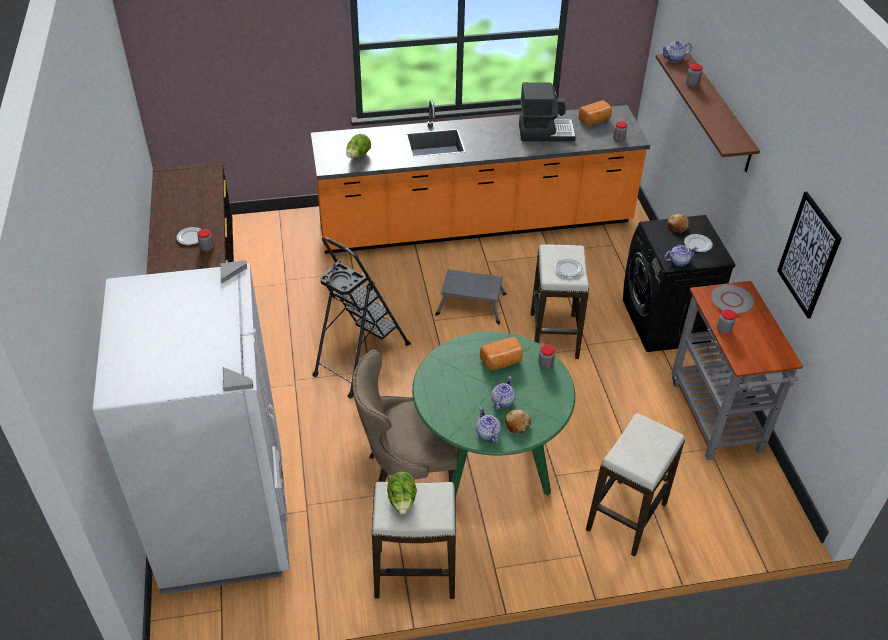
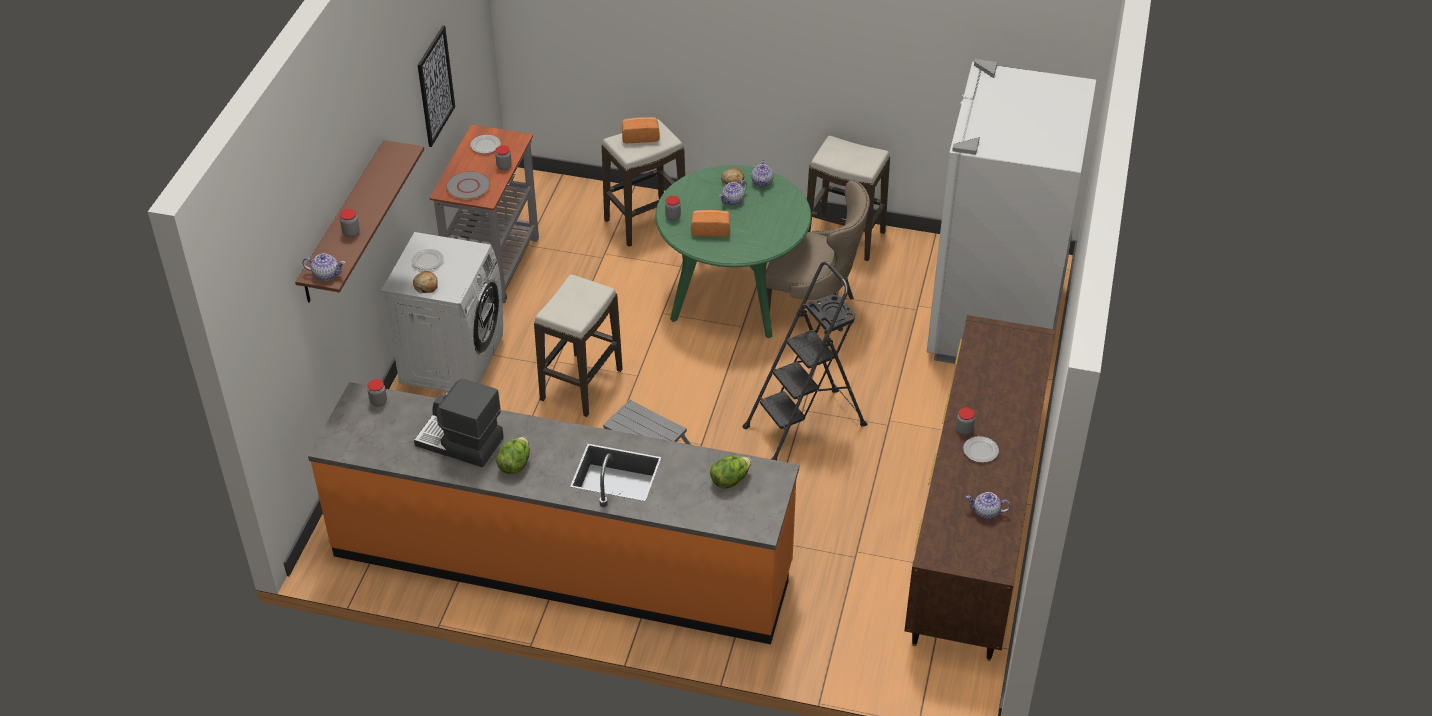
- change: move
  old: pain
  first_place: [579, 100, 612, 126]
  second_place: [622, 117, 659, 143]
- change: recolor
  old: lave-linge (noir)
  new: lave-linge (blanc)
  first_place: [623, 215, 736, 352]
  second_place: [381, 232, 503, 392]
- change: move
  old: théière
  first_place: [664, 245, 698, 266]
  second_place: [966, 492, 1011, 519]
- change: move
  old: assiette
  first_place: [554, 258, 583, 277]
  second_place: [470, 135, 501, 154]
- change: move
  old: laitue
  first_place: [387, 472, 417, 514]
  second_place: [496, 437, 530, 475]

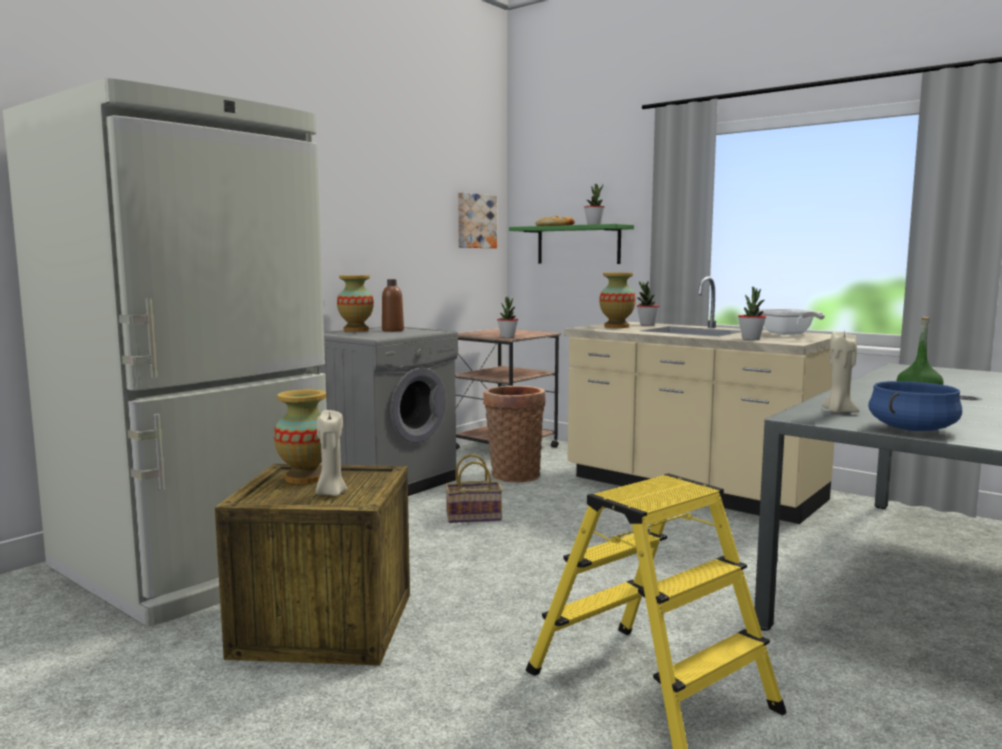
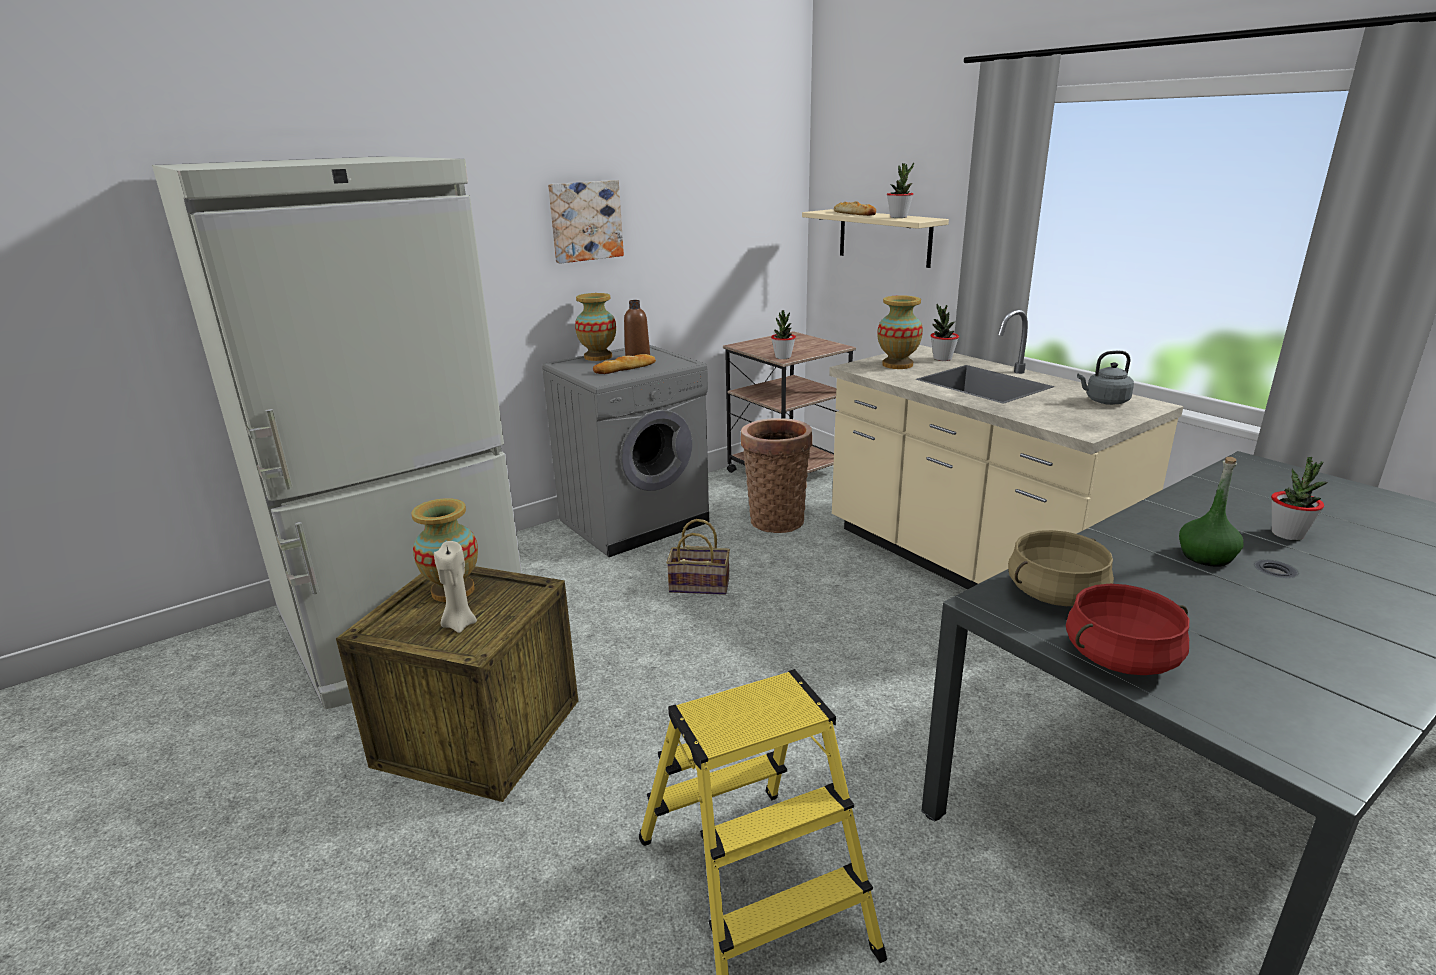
- change: move
  old: tableau
  first_place: [458, 192, 497, 248]
  second_place: [548, 180, 624, 264]
- change: recolor
  old: étagère (vert)
  new: étagère (beige)
  first_place: [509, 224, 634, 264]
  second_place: [802, 209, 949, 268]
- change: move
  old: plante en pot
  first_place: [738, 287, 766, 340]
  second_place: [1271, 457, 1328, 540]
- change: replace
  old: poêle
  new: bouilloire (gris)
  first_place: [759, 309, 825, 335]
  second_place: [1077, 351, 1134, 405]
- change: replace
  old: bougie (beige)
  new: marmite (beige)
  first_place: [821, 332, 859, 413]
  second_place: [1008, 530, 1114, 606]
- change: recolor
  old: marmite (bleu)
  new: marmite (rouge)
  first_place: [868, 381, 962, 431]
  second_place: [1066, 584, 1189, 675]
- change: insert
  new: pain
  second_place: [593, 354, 656, 374]

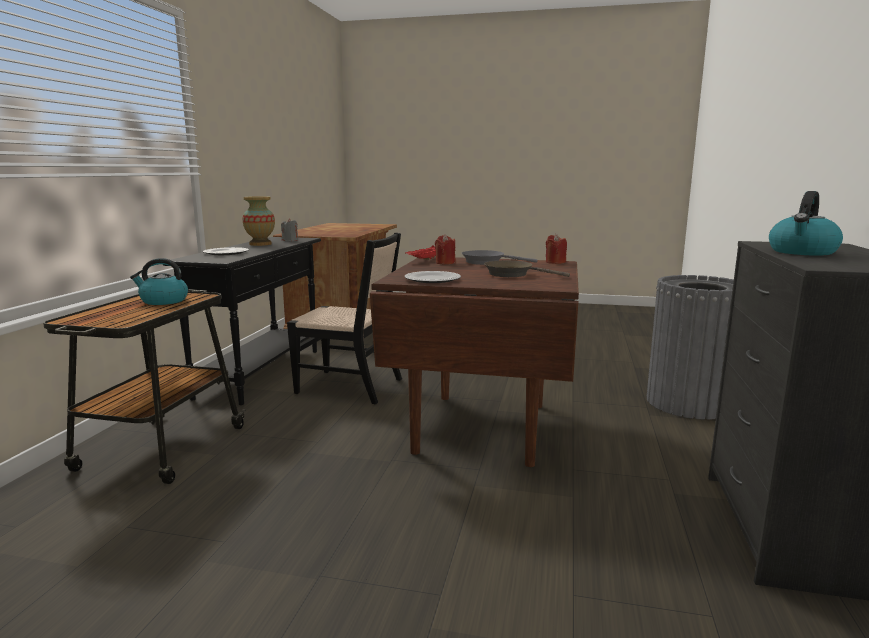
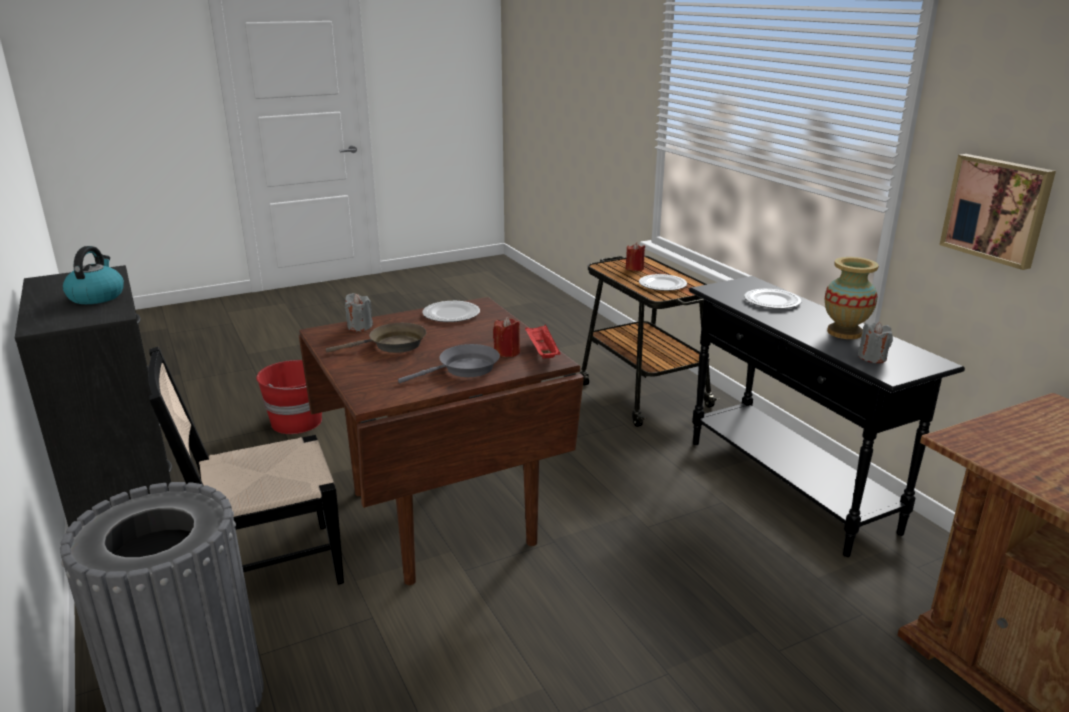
- change: move
  old: chaise
  first_place: [287, 232, 402, 404]
  second_place: [148, 347, 344, 585]
- change: move
  old: bougie (rouge)
  first_place: [546, 234, 567, 264]
  second_place: [626, 242, 645, 271]
- change: replace
  old: bouilloire
  new: assiette
  first_place: [130, 258, 188, 305]
  second_place: [639, 274, 687, 291]
- change: insert
  new: tableau
  second_place: [939, 154, 1056, 270]
- change: insert
  new: bougie (gris)
  second_place: [345, 293, 373, 332]
- change: insert
  new: seau (rouge)
  second_place: [256, 360, 322, 434]

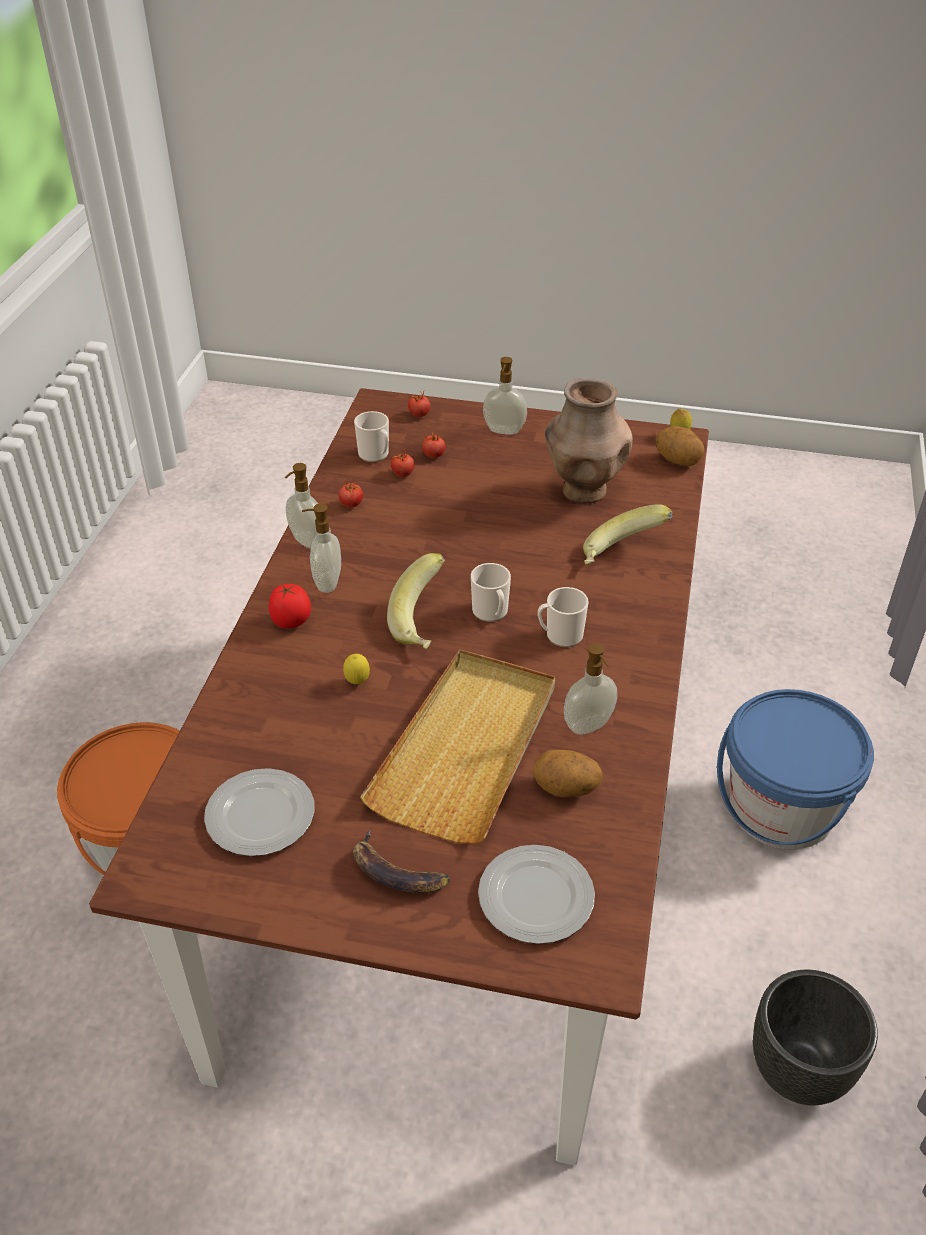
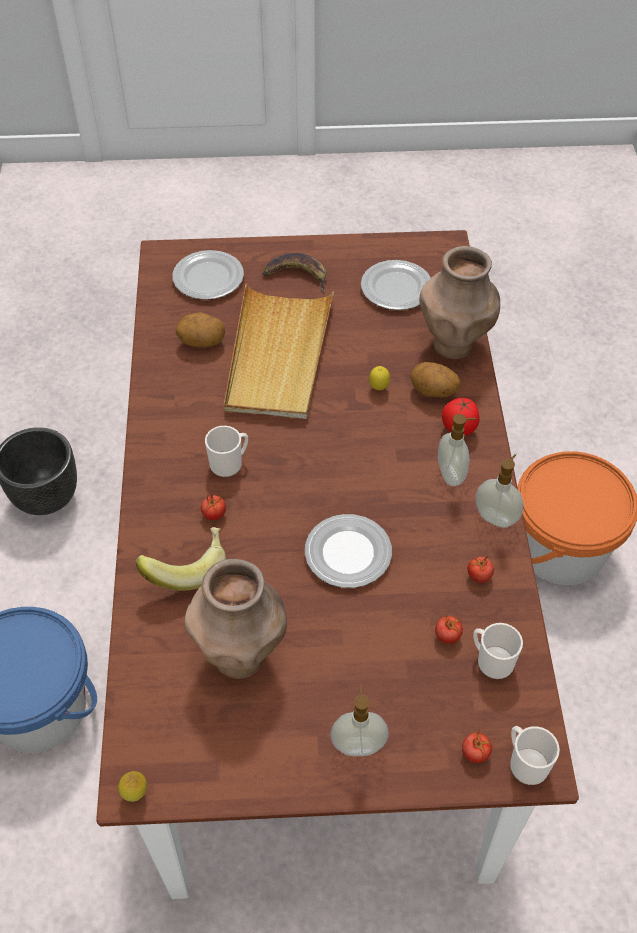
- change: move
  old: pomme de terre
  first_place: [655, 426, 704, 466]
  second_place: [410, 362, 461, 397]
- change: move
  old: tomate
  first_place: [422, 431, 445, 458]
  second_place: [201, 494, 226, 520]
- change: delete
  old: banane
  first_place: [387, 553, 445, 649]
- change: move
  old: mug
  first_place: [471, 563, 511, 622]
  second_place: [510, 726, 560, 785]
- change: delete
  old: distributeur de savon
  first_place: [564, 643, 617, 735]
- change: insert
  new: vase (marron)
  second_place: [419, 246, 500, 359]
- change: insert
  new: assiette
  second_place: [305, 514, 392, 588]

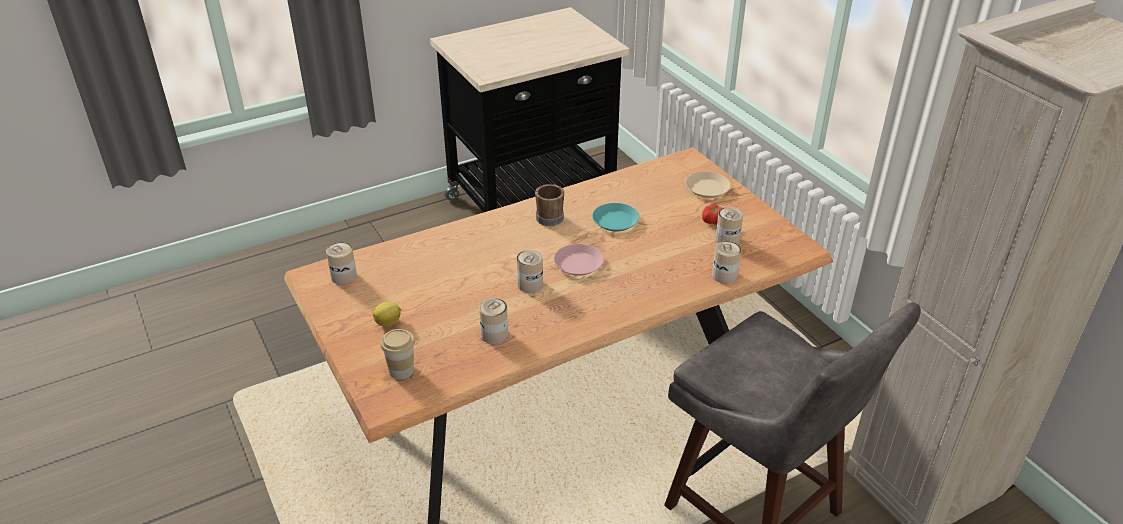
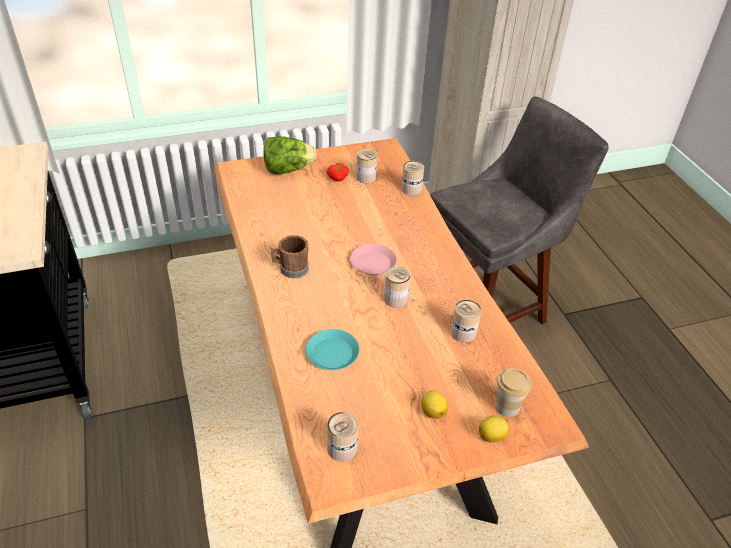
- change: replace
  old: assiette (beige)
  new: laitue
  first_place: [685, 172, 731, 198]
  second_place: [264, 136, 317, 175]
- change: move
  old: assiette (turquoise)
  first_place: [592, 203, 639, 231]
  second_place: [306, 329, 360, 370]
- change: insert
  new: citron
  second_place: [479, 416, 509, 443]

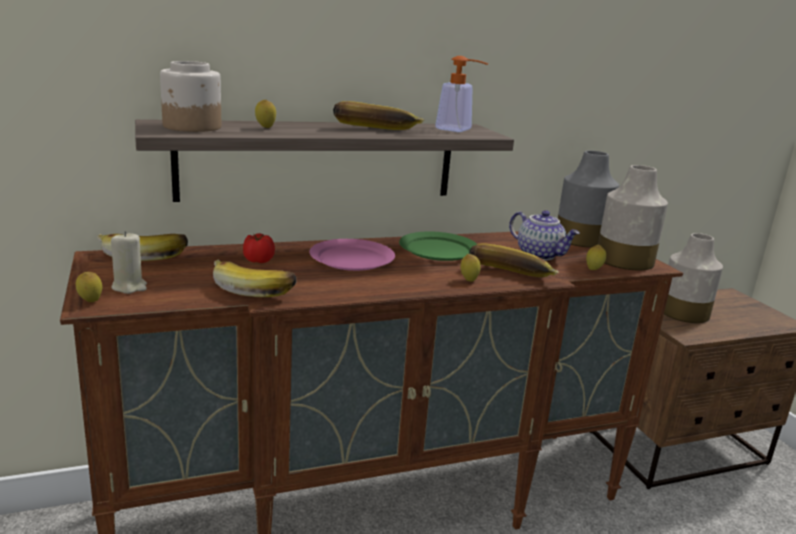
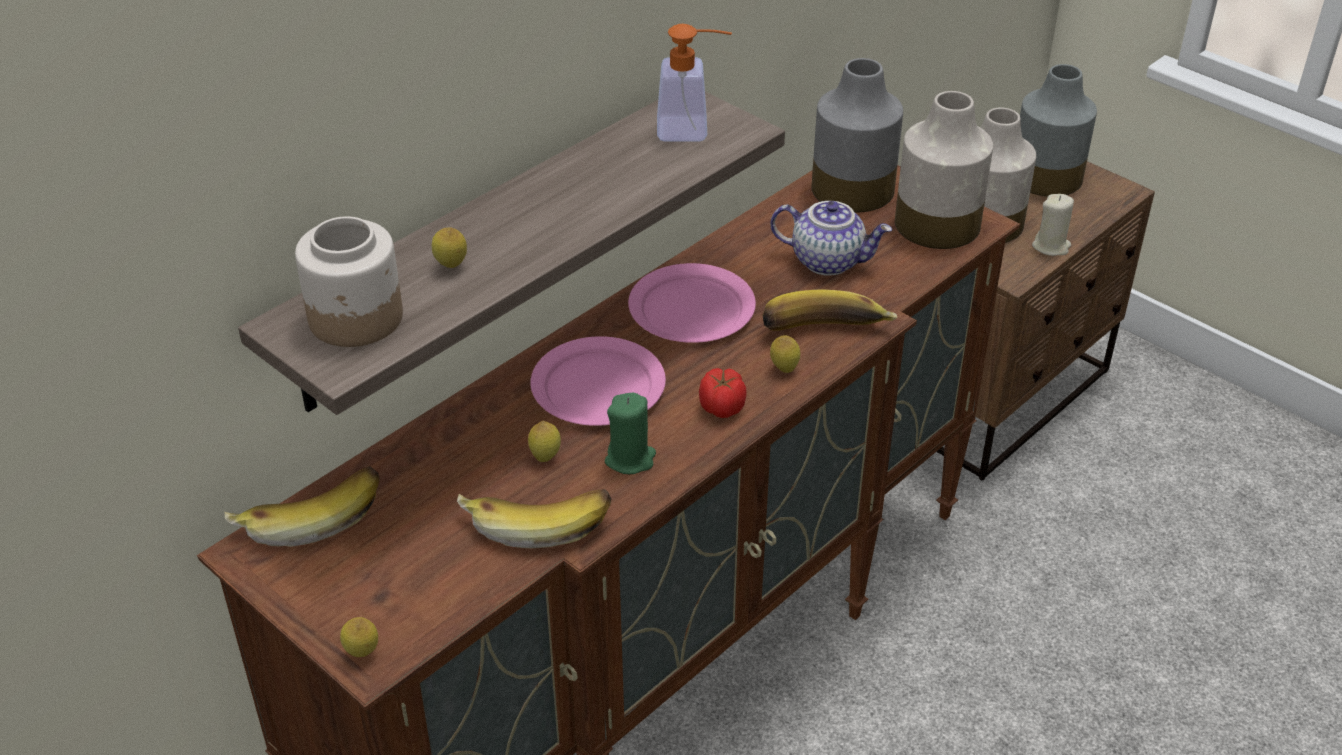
- change: delete
  old: banane
  first_place: [333, 101, 424, 130]
- change: move
  old: bougie (beige)
  first_place: [111, 231, 147, 294]
  second_place: [1032, 194, 1074, 256]
- change: recolor
  old: assiette (vert)
  new: assiette (rose)
  first_place: [399, 231, 477, 261]
  second_place: [628, 263, 756, 343]
- change: move
  old: tomate
  first_place: [243, 233, 275, 263]
  second_place: [699, 368, 747, 418]
- change: move
  old: citron
  first_place: [586, 244, 606, 270]
  second_place: [528, 421, 561, 462]
- change: insert
  new: vase (gris)
  second_place: [1020, 64, 1097, 197]
- change: insert
  new: bougie (vert)
  second_place: [605, 393, 656, 474]

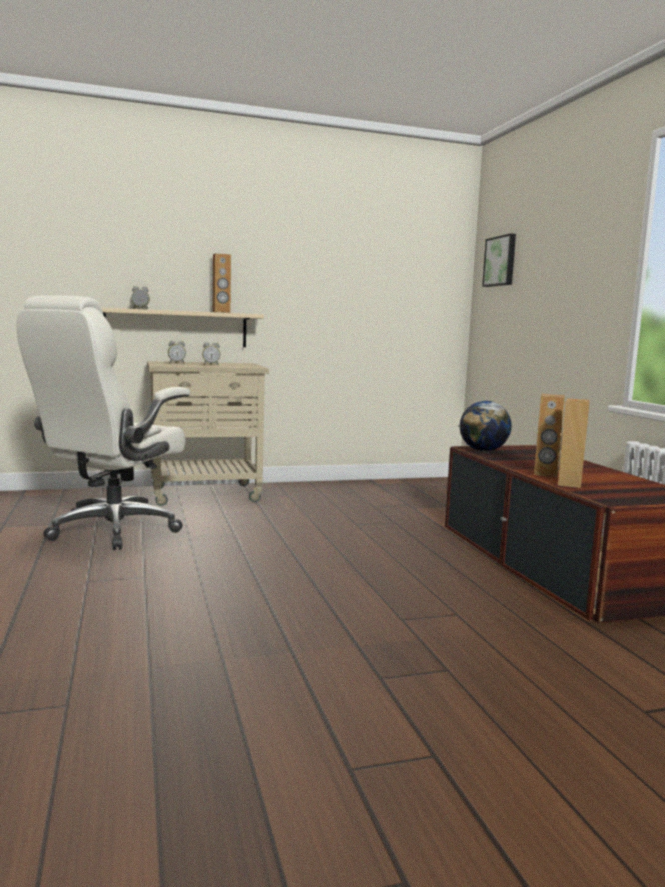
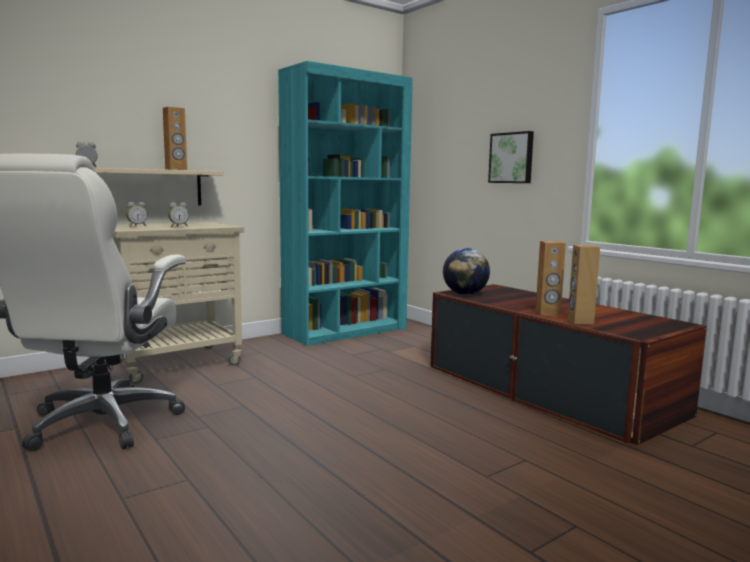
- change: move
  old: tableau
  first_place: [482, 233, 516, 287]
  second_place: [488, 131, 534, 183]
- change: insert
  new: bibliothèque (turquoise)
  second_place: [278, 61, 413, 346]

